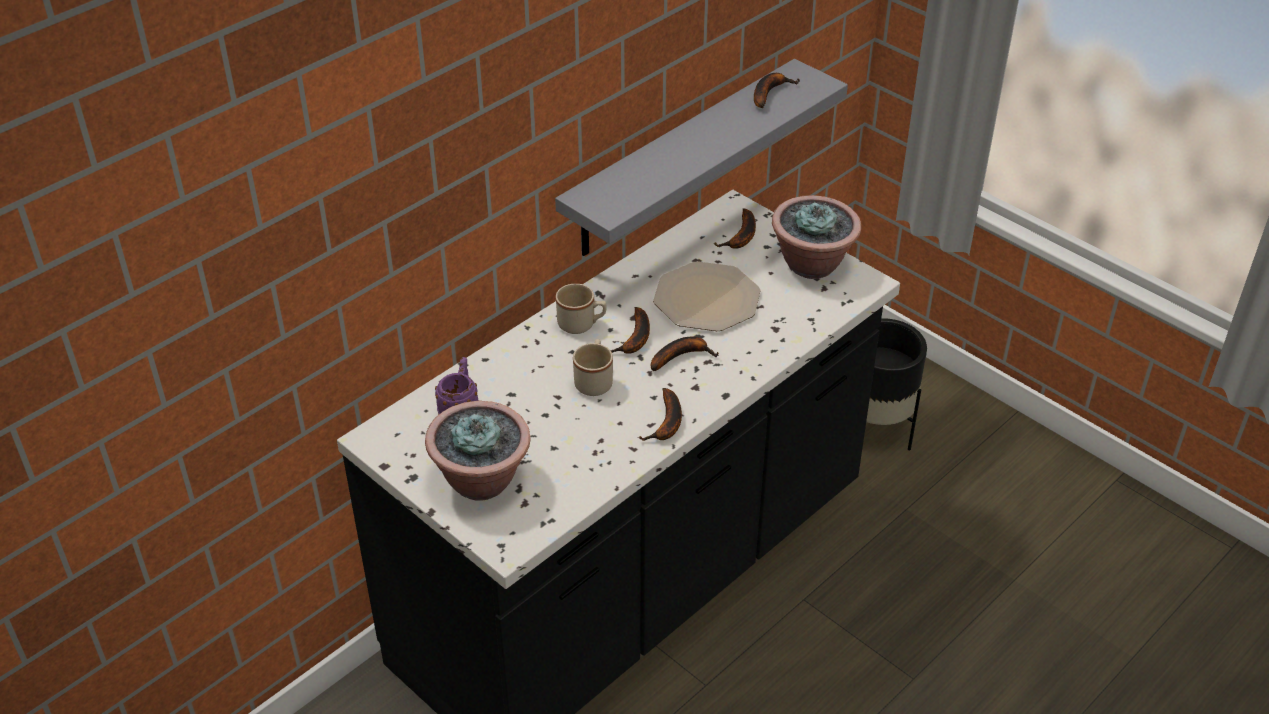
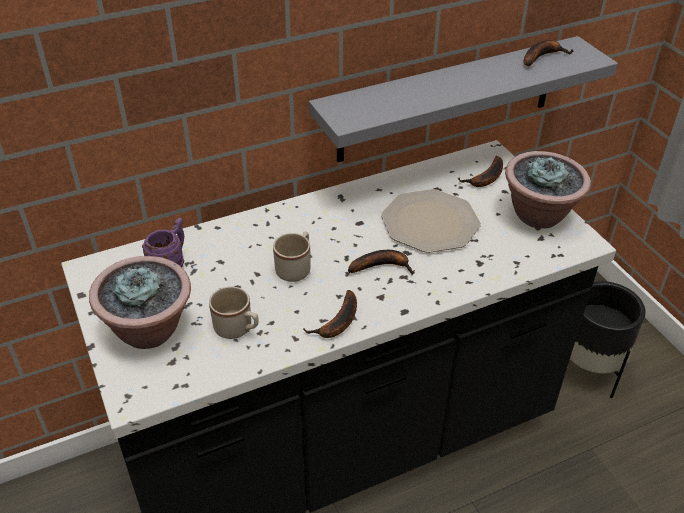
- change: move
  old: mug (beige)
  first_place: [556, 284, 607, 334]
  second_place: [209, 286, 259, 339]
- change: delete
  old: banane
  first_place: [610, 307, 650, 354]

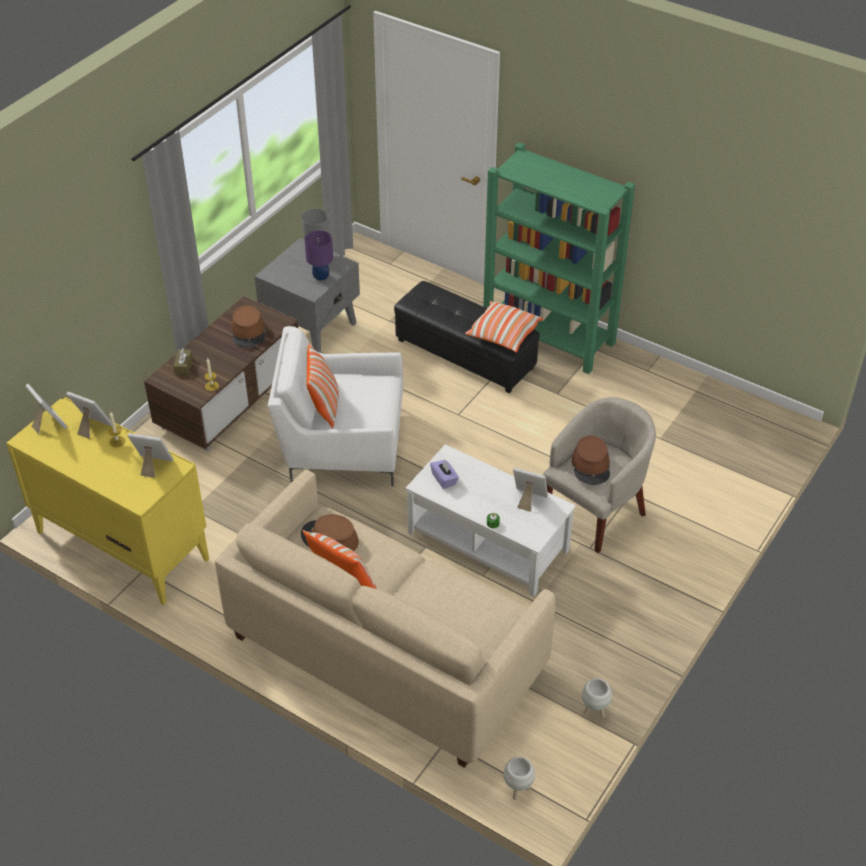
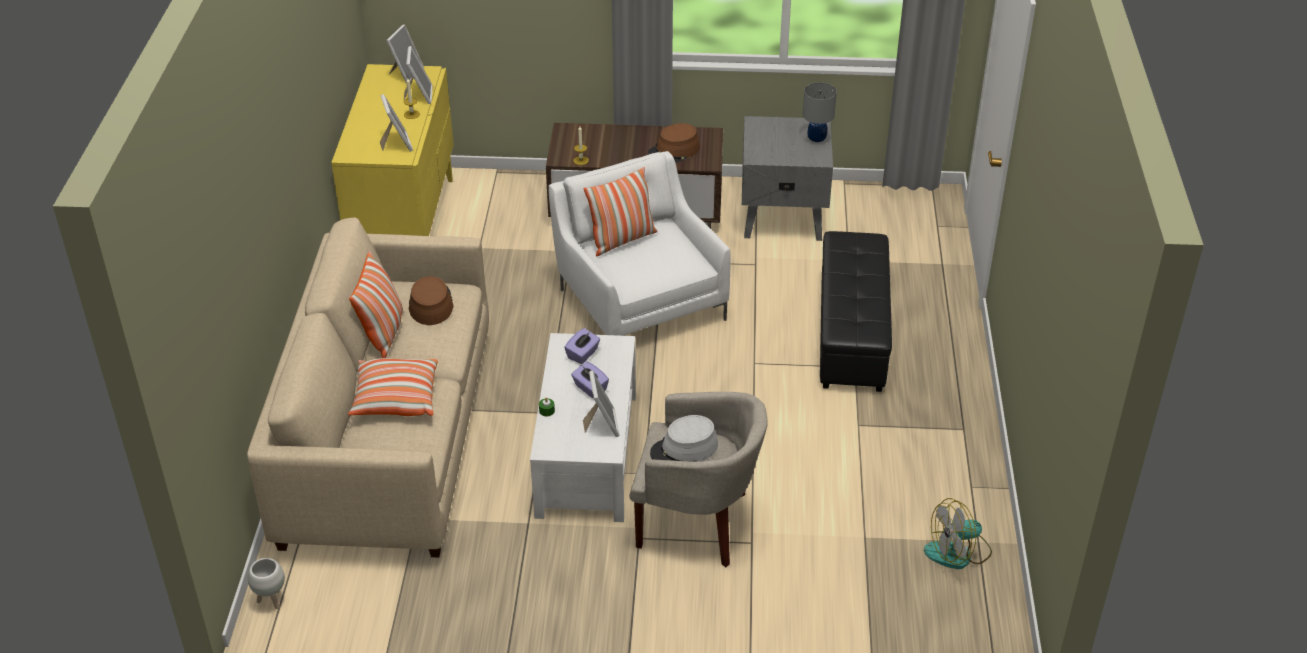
- change: delete
  old: bibliothèque (vert)
  first_place: [483, 143, 635, 374]
- change: delete
  old: lampe de table (violet)
  first_place: [305, 230, 333, 280]
- change: move
  old: coussin
  first_place: [465, 301, 543, 352]
  second_place: [348, 358, 438, 416]
- change: delete
  old: boîte à mouchoirs (marron)
  first_place: [173, 348, 193, 375]
- change: recolor
  old: chapeau (marron)
  new: chapeau (gris)
  first_place: [572, 436, 610, 485]
  second_place: [650, 415, 718, 461]
- change: delete
  old: cache-pot (blanc)
  first_place: [582, 678, 612, 718]
- change: insert
  new: boîte à mouchoirs (violet)
  second_place: [571, 362, 609, 398]
- change: insert
  new: ventilateur
  second_place: [924, 498, 992, 569]

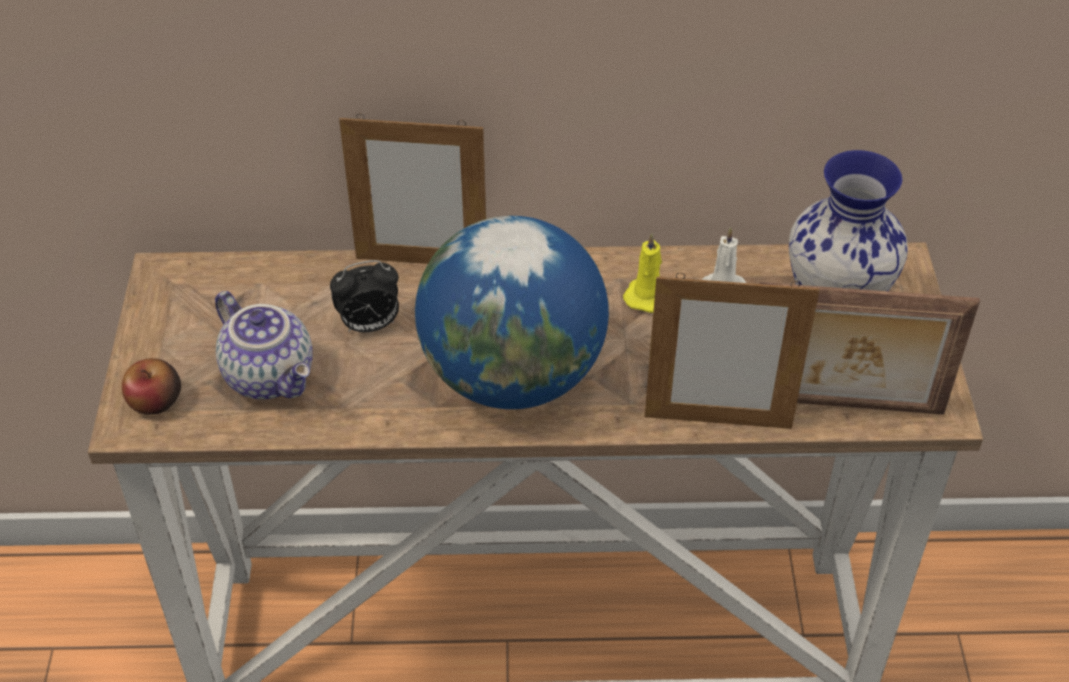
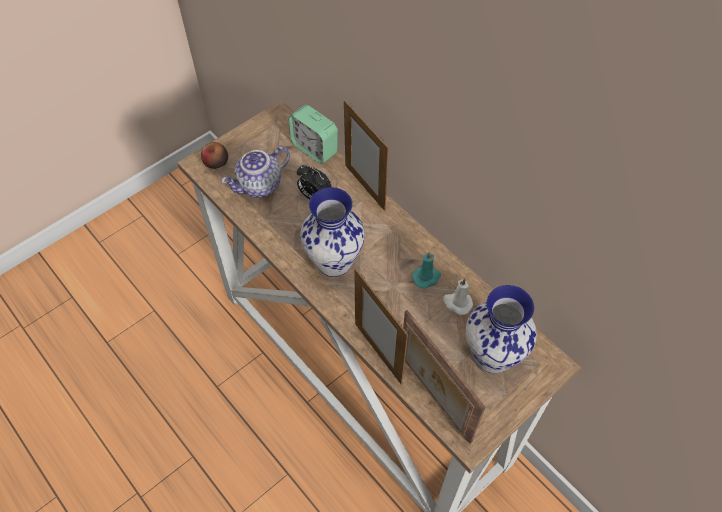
- change: replace
  old: globe
  new: vase
  first_place: [415, 216, 609, 409]
  second_place: [300, 187, 365, 277]
- change: recolor
  old: bougie (jaune)
  new: bougie (turquoise)
  first_place: [623, 233, 662, 313]
  second_place: [412, 251, 441, 289]
- change: rotate
  old: théière
  first_place: [215, 291, 313, 399]
  second_place: [221, 146, 290, 197]
  degrees: 45
- change: insert
  new: réveil
  second_place: [289, 105, 338, 164]

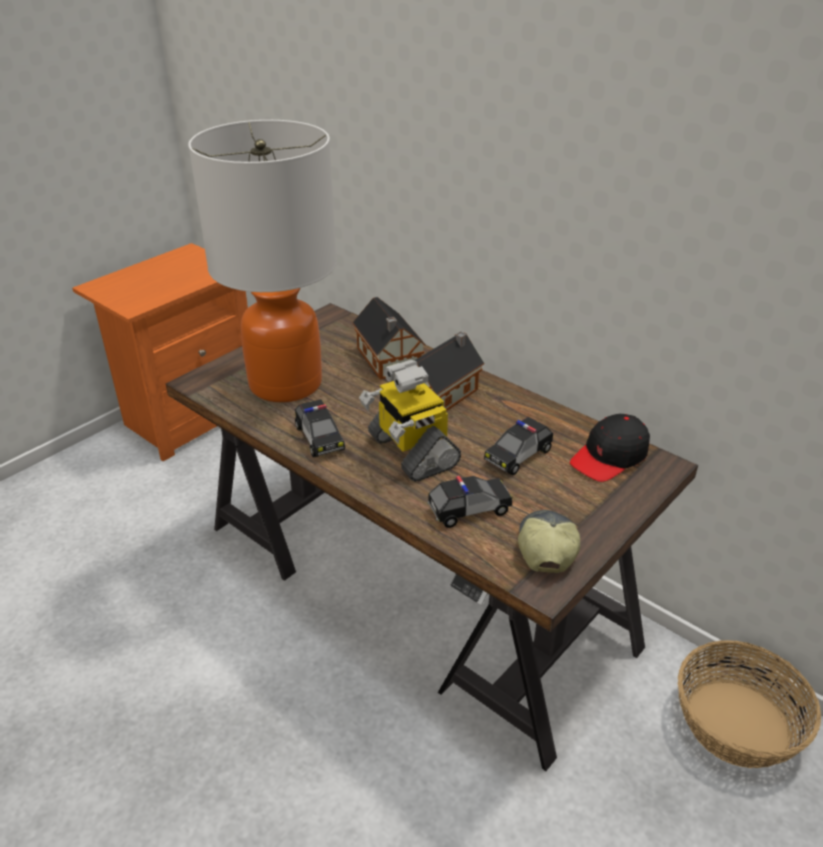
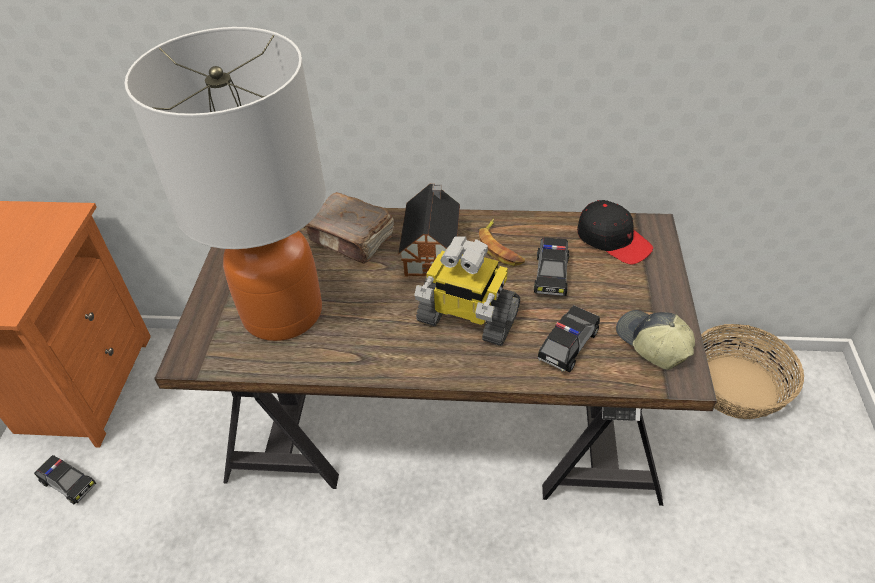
- change: replace
  old: maison miniature
  new: livre (marron)
  first_place: [352, 297, 426, 380]
  second_place: [303, 192, 394, 264]
- change: move
  old: petite voiture
  first_place: [295, 399, 345, 458]
  second_place: [34, 455, 96, 504]
- change: rotate
  old: casquette (noir)
  first_place: [570, 414, 650, 482]
  second_place: [577, 200, 653, 265]
  degrees: -60
- change: insert
  new: banane
  second_place: [479, 219, 525, 266]

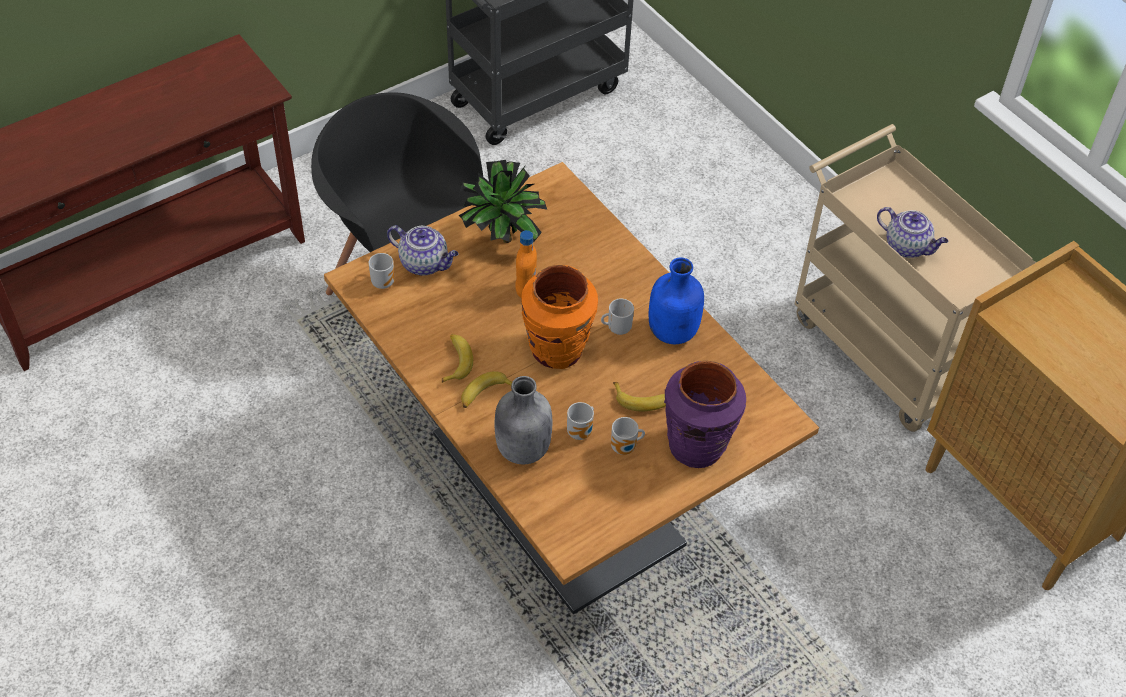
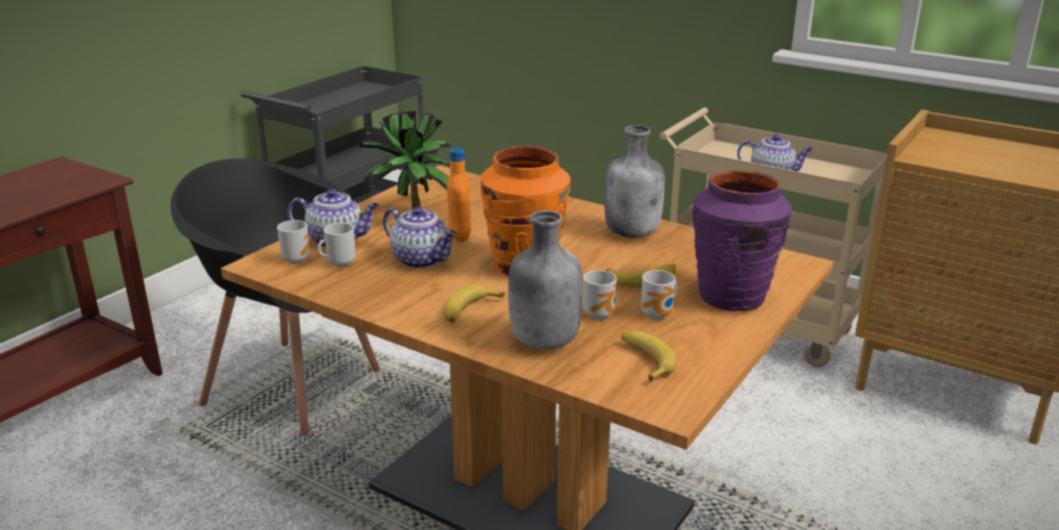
- change: recolor
  old: bouteille (bleu)
  new: bouteille (gris)
  first_place: [649, 257, 704, 344]
  second_place: [604, 125, 665, 238]
- change: move
  old: mug
  first_place: [601, 299, 634, 335]
  second_place: [317, 223, 356, 267]
- change: move
  old: banane
  first_place: [442, 334, 473, 383]
  second_place: [621, 331, 677, 381]
- change: insert
  new: théière
  second_place: [383, 207, 457, 269]

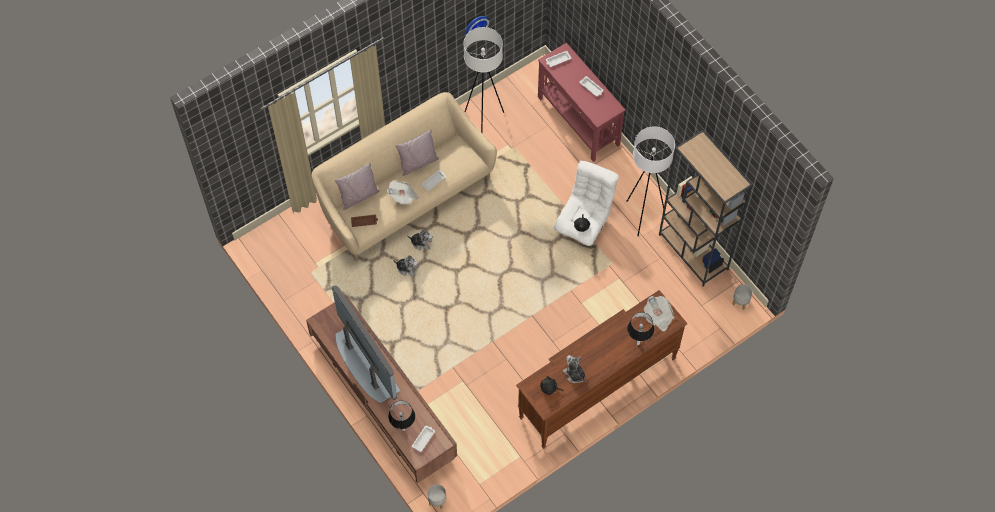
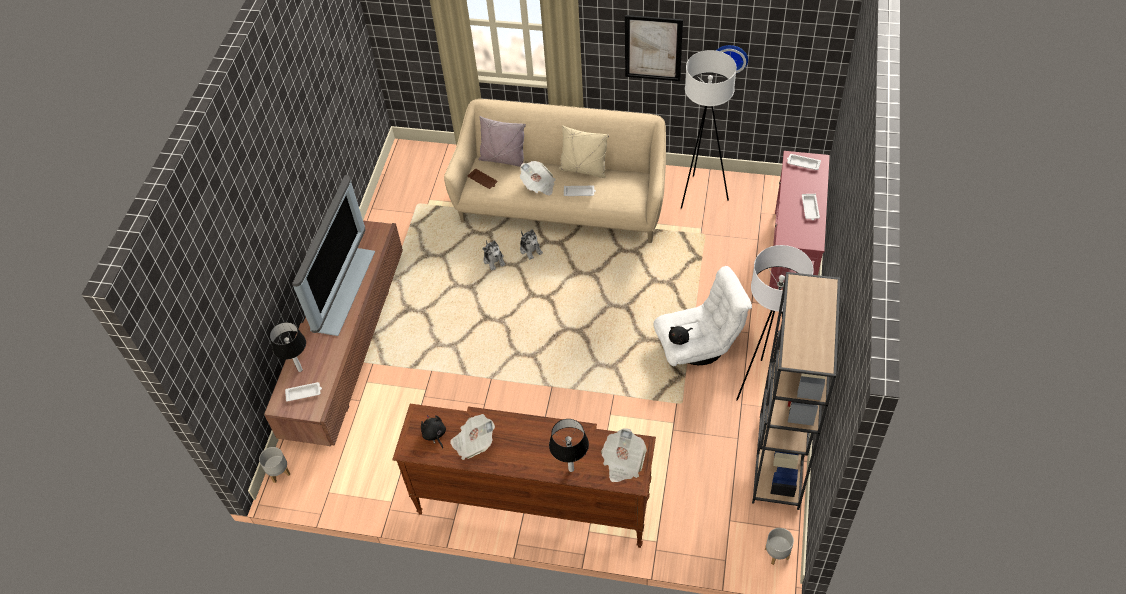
- change: recolor
  old: coussin (violet)
  new: coussin (beige)
  first_place: [395, 130, 439, 176]
  second_place: [559, 125, 609, 178]
- change: replace
  old: peluche
  new: journal
  first_place: [563, 355, 586, 383]
  second_place: [450, 414, 495, 460]
- change: insert
  new: tableau
  second_place: [625, 15, 683, 81]

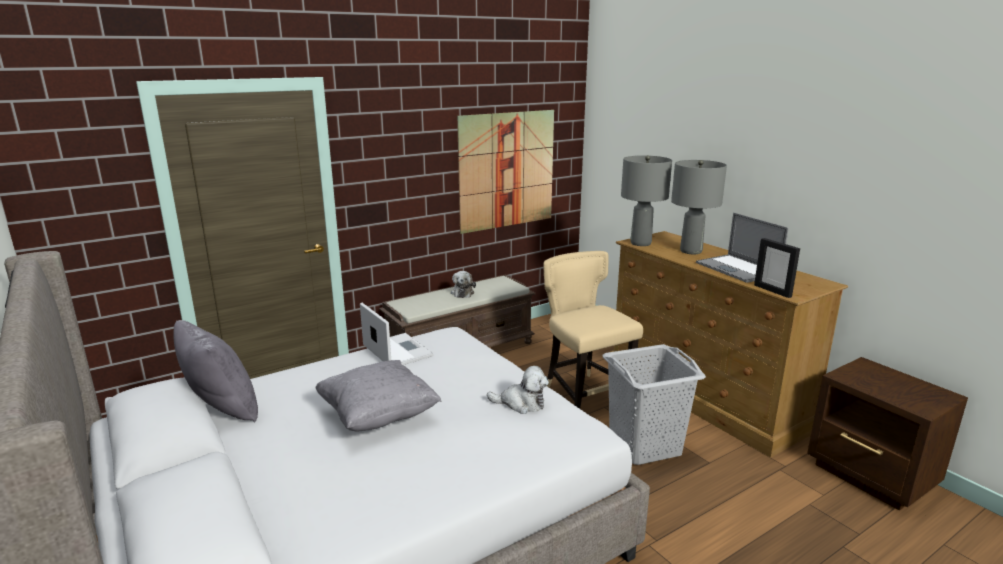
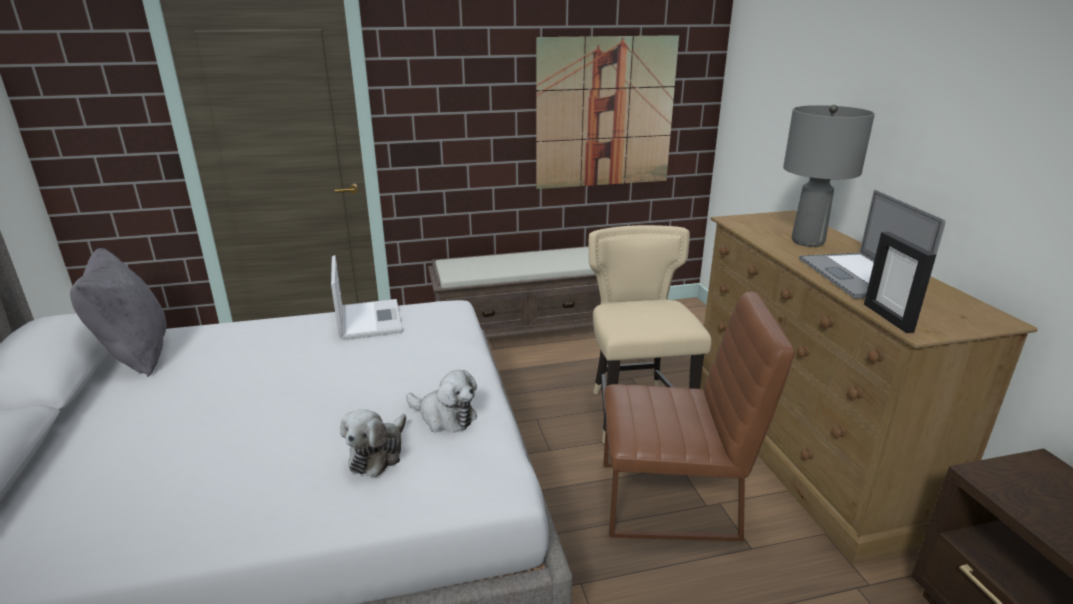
- change: delete
  old: lampe de table (gris)
  first_place: [621, 155, 672, 246]
- change: move
  old: peluche
  first_place: [451, 271, 476, 298]
  second_place: [340, 409, 406, 477]
- change: replace
  old: panier à linge (gris)
  new: chaise (marron)
  first_place: [603, 344, 706, 465]
  second_place: [604, 292, 795, 541]
- change: delete
  old: coussin (gris)
  first_place: [315, 360, 442, 431]

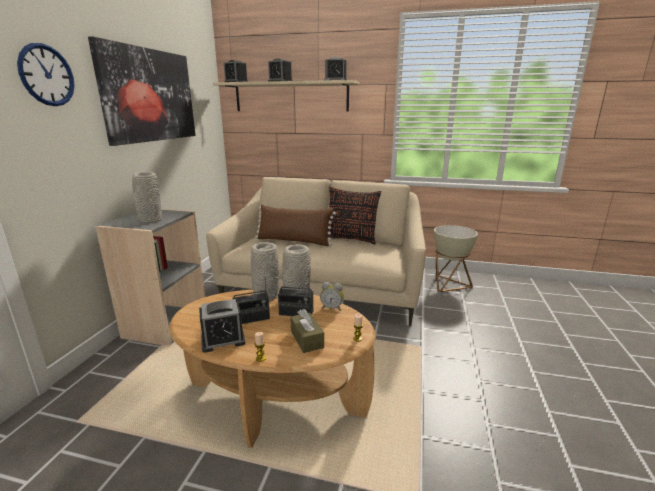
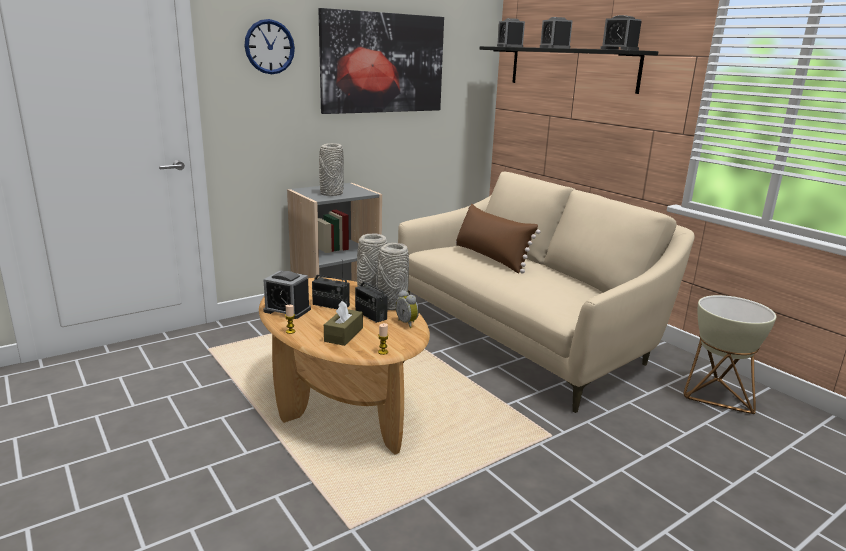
- change: recolor
  old: étagère (beige)
  new: étagère (noir)
  first_place: [213, 80, 359, 111]
  second_place: [480, 46, 658, 94]
- change: delete
  old: coussin (noir)
  first_place: [327, 187, 381, 245]

